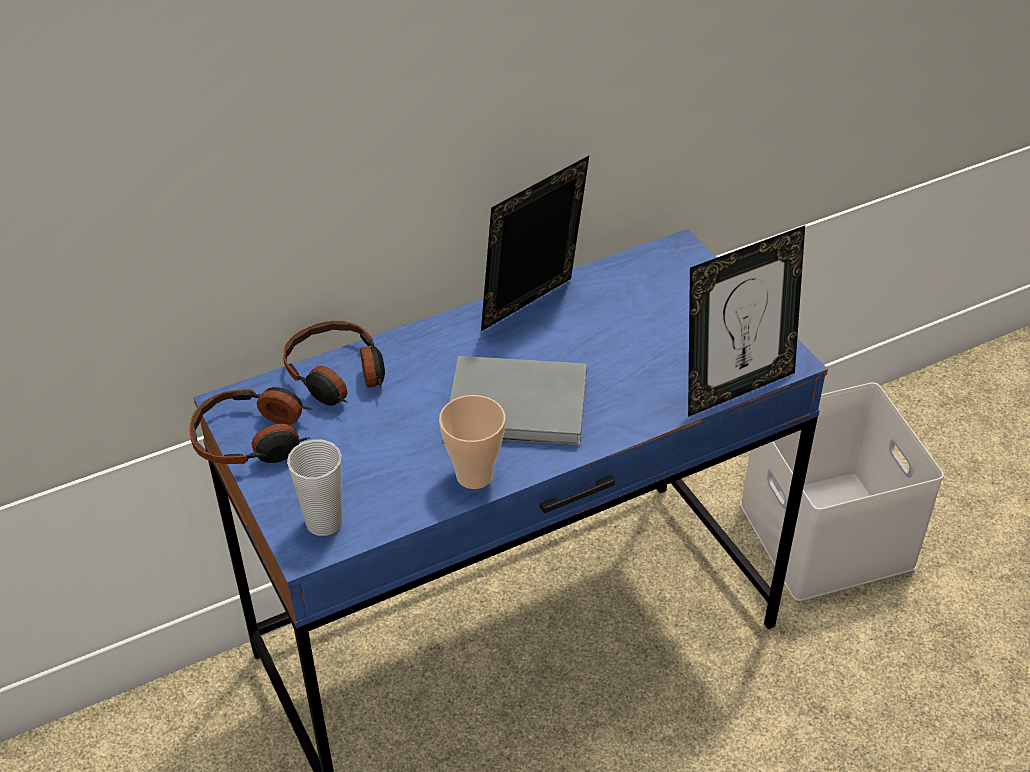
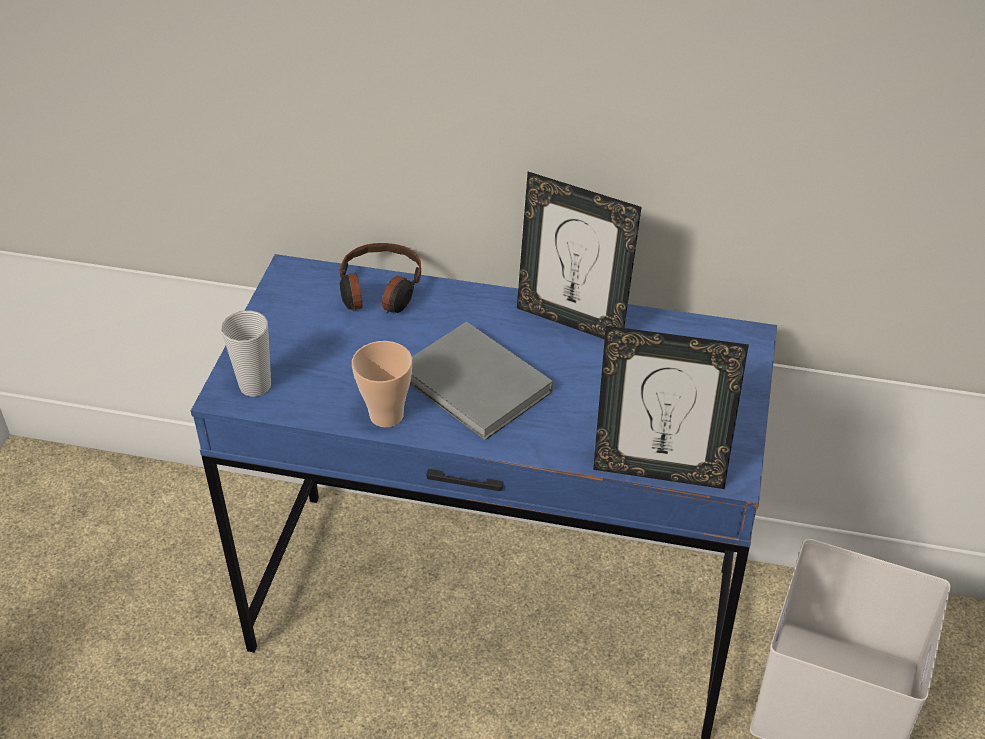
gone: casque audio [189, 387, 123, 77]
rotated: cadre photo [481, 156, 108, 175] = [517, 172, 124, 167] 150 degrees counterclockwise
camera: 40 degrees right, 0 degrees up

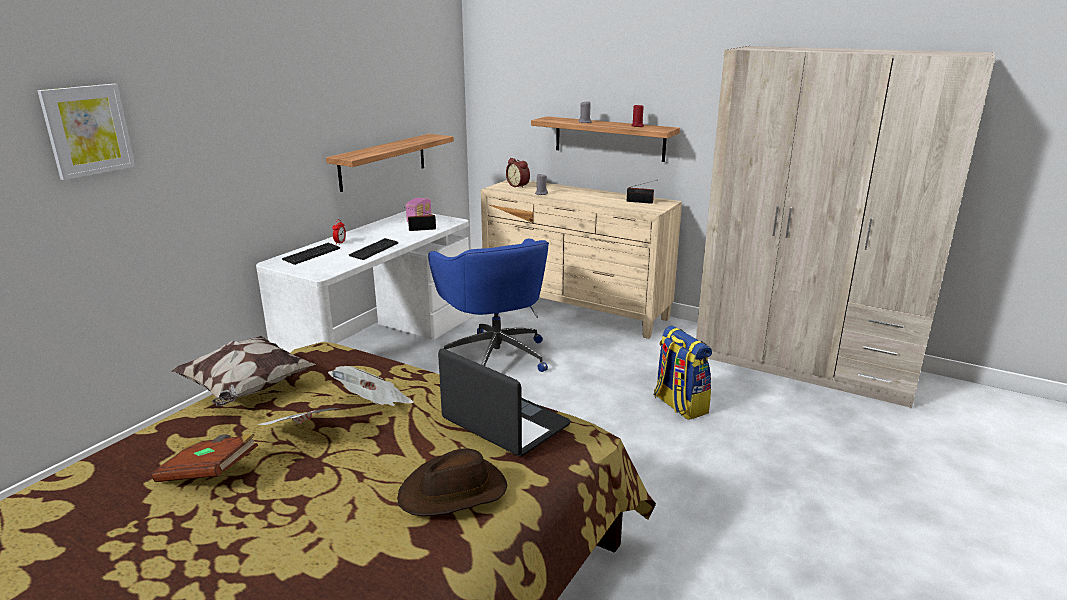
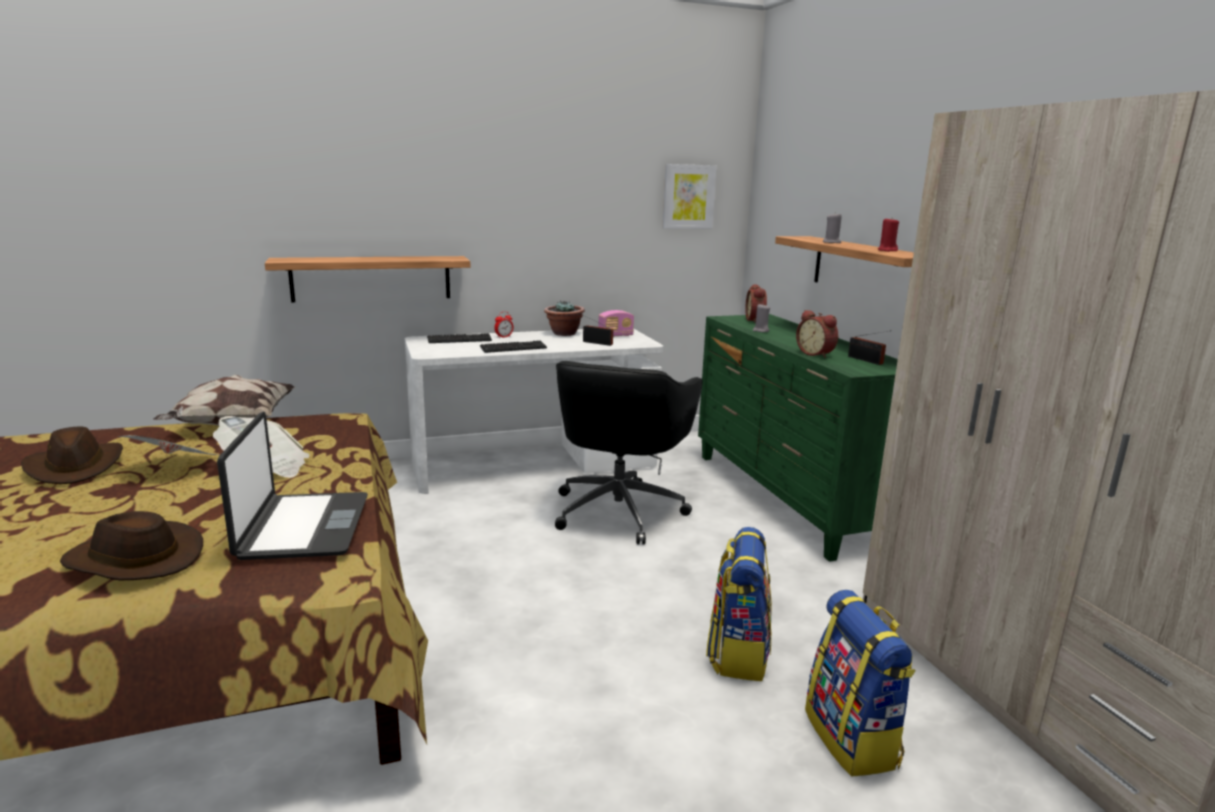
new: plante en pot [544, 301, 41, 35]; réveil [796, 310, 42, 48]; sac à dos [805, 590, 111, 187]
shifted: tableau [37, 84, 98, 96] to [662, 164, 55, 65]; étagère [326, 134, 128, 58] to [265, 256, 205, 46]
swapped: livre (marron) [151, 434, 107, 48] to chapeau (marron) [21, 427, 102, 57]
repainted: chaise de bureau (bleu) [428, 239, 121, 133] to chaise de bureau (noir) [555, 361, 148, 184]; commode (beige) [481, 180, 201, 159] to commode (vert) [698, 314, 200, 248]
camera: 40 degrees right, 5 degrees down

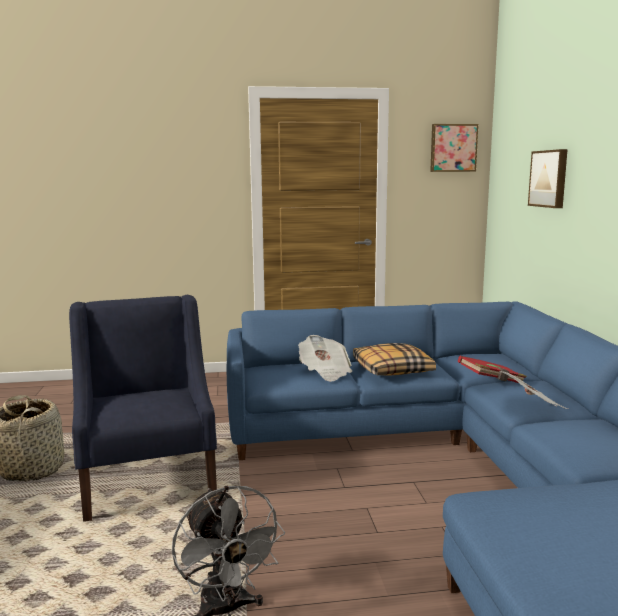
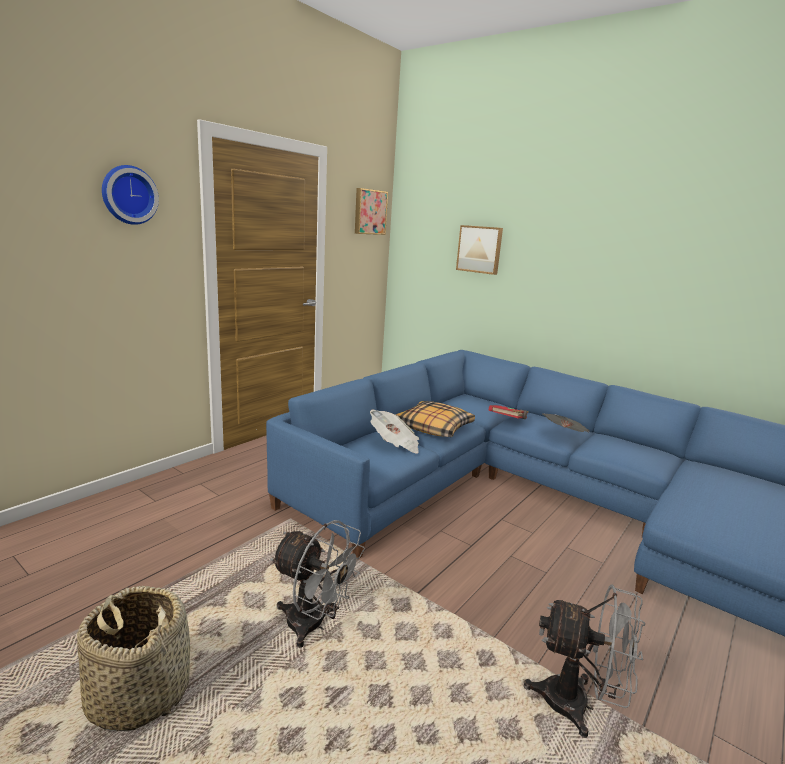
new: horloge murale [102, 165, 57, 60]
swapped: fauteuil (bleu) [69, 295, 148, 227] to ventilateur (gris) [270, 520, 95, 128]
camera: 45 degrees left, 5 degrees up

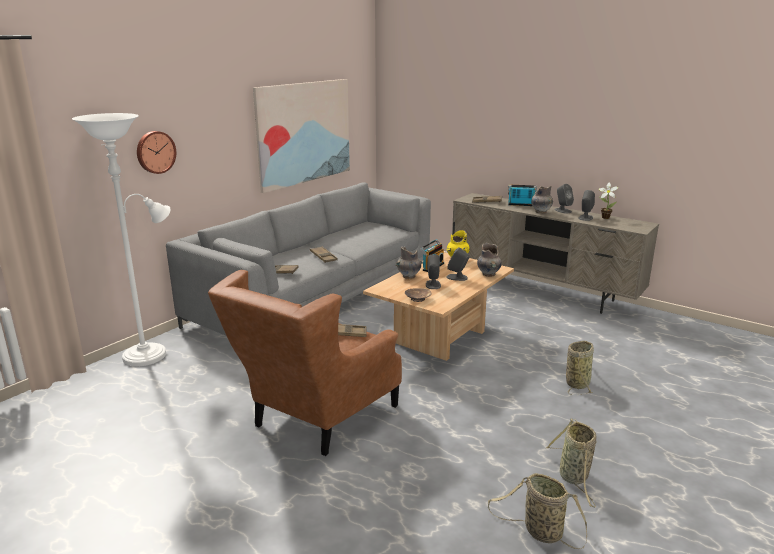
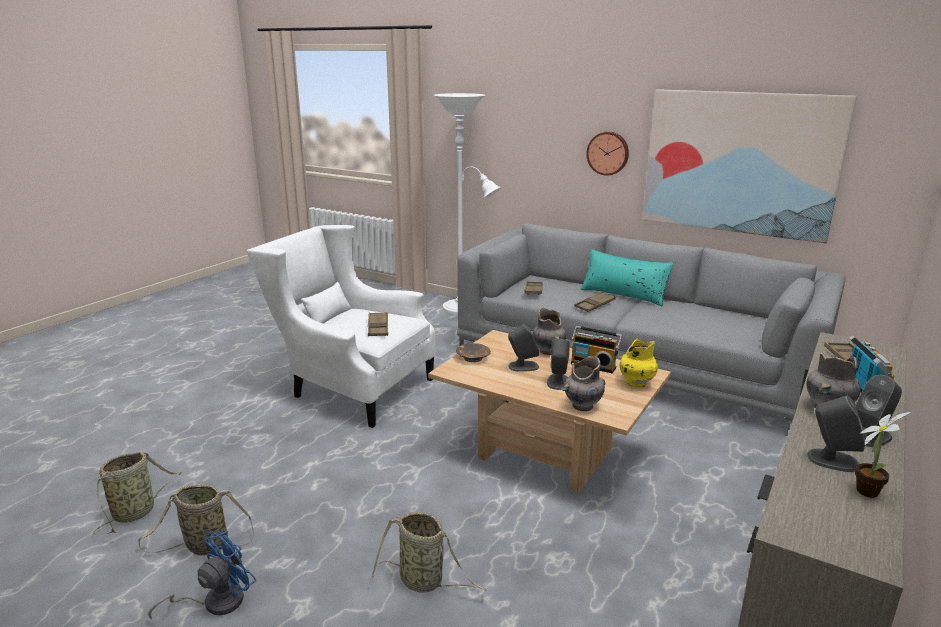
new: ventilateur (bleu) [148, 530, 108, 89]; coussin (turquoise) [580, 249, 94, 57]
shifted: horloge murale [137, 131, 39, 43] to [586, 132, 43, 44]
repainted: fauteuil (marron) [208, 270, 194, 186] to fauteuil (blanc) [247, 225, 189, 203]
camera: 85 degrees right, 0 degrees up

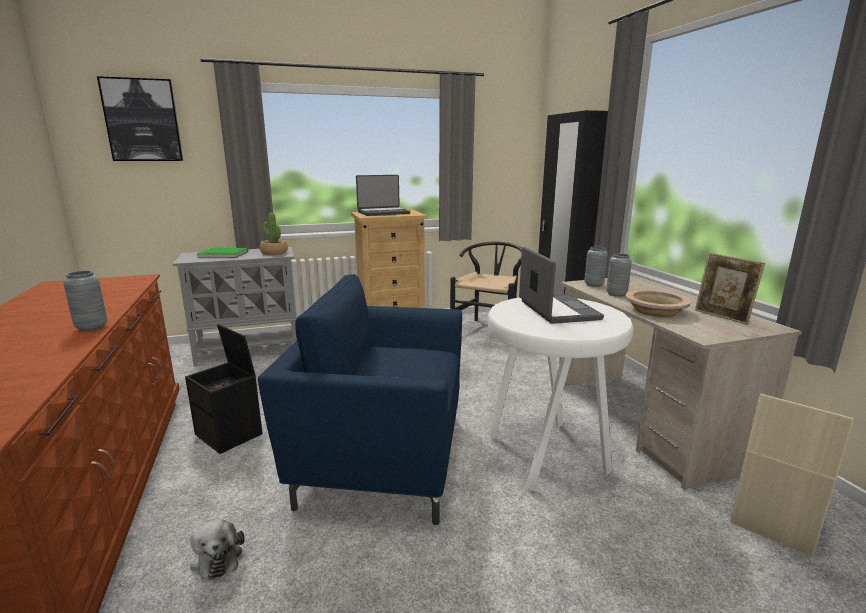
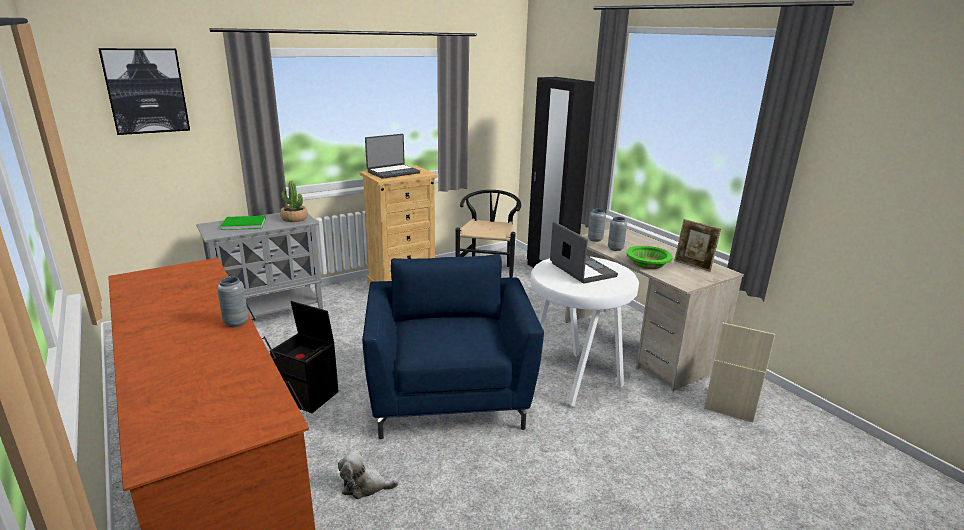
repainted: bol (beige) [626, 290, 65, 27] to bol (vert) [626, 246, 47, 23]
rotated: peluche [190, 519, 55, 61] = [338, 450, 61, 49] 135 degrees clockwise; fauteuil (bleu) [258, 274, 204, 251] = [362, 254, 182, 185] 90 degrees clockwise
camera: 15 degrees left, 5 degrees up

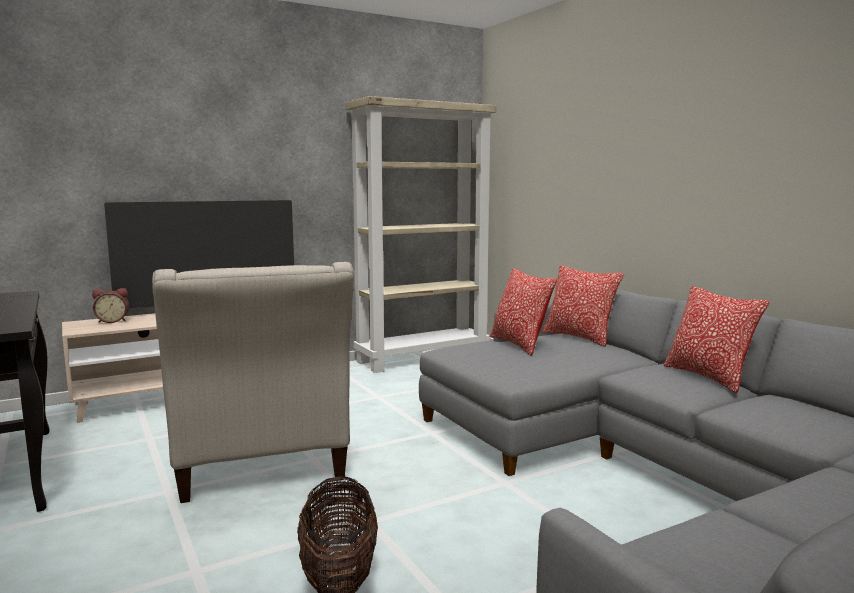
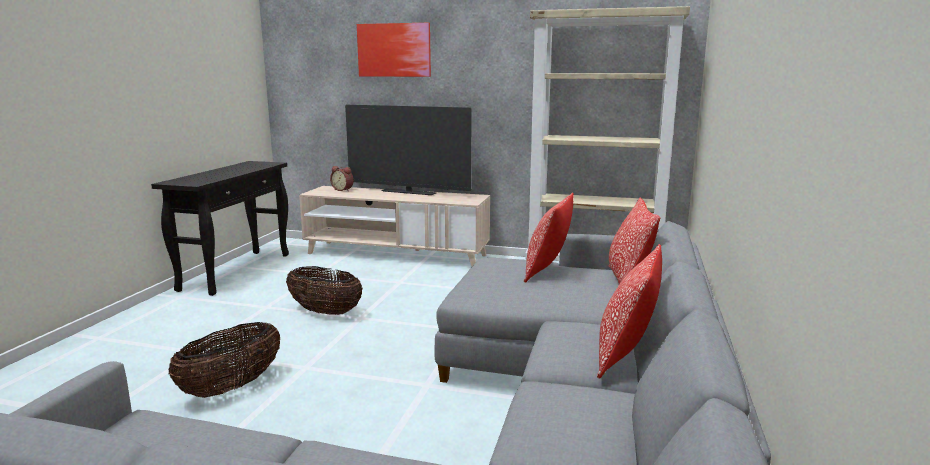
new: tableau [357, 23, 74, 54]
swapped: fauteuil (beige) [152, 262, 202, 241] to panier [286, 266, 77, 49]
camera: 45 degrees right, 5 degrees up

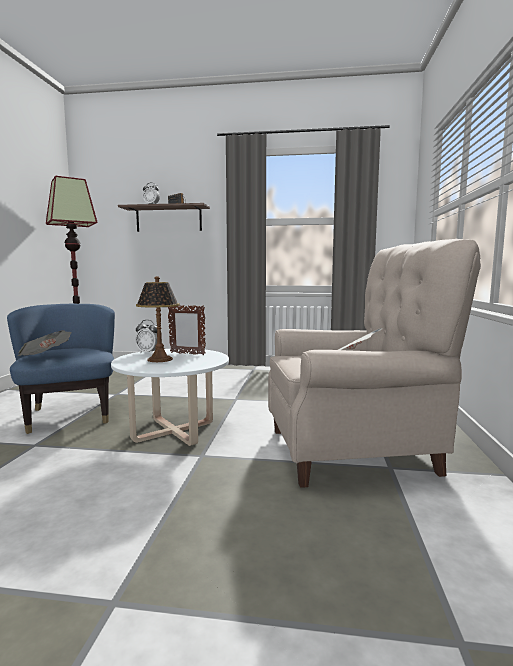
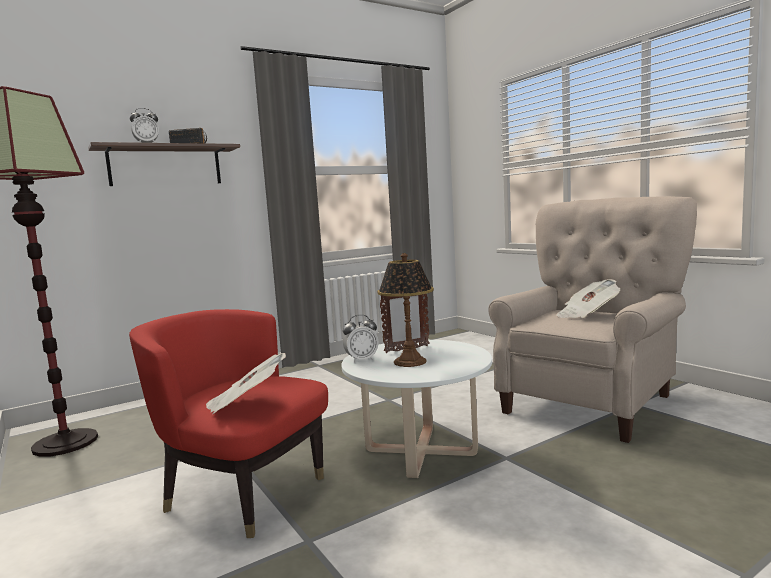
repainted: fauteuil (bleu) [7, 304, 108, 130] to fauteuil (rouge) [129, 309, 199, 229]
camera: 40 degrees left, 0 degrees up

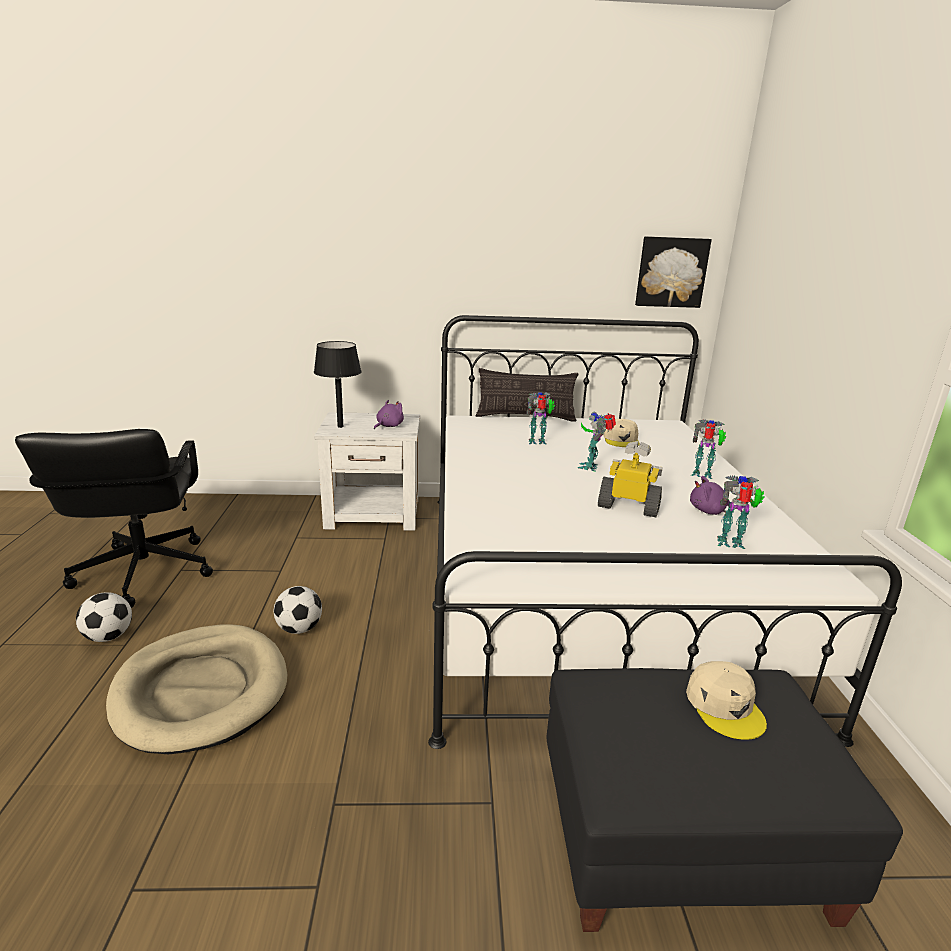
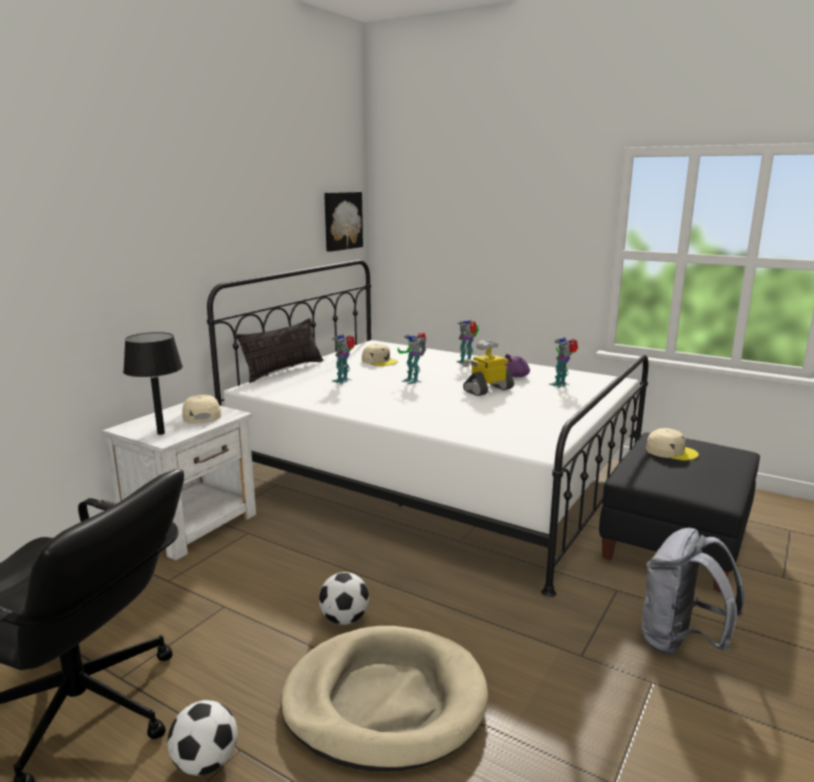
new: sac à dos (gris) [642, 528, 103, 127]
swapped: peluche (violet) [374, 400, 30, 30] to casquette (beige) [182, 395, 39, 29]
camera: 55 degrees left, 5 degrees down

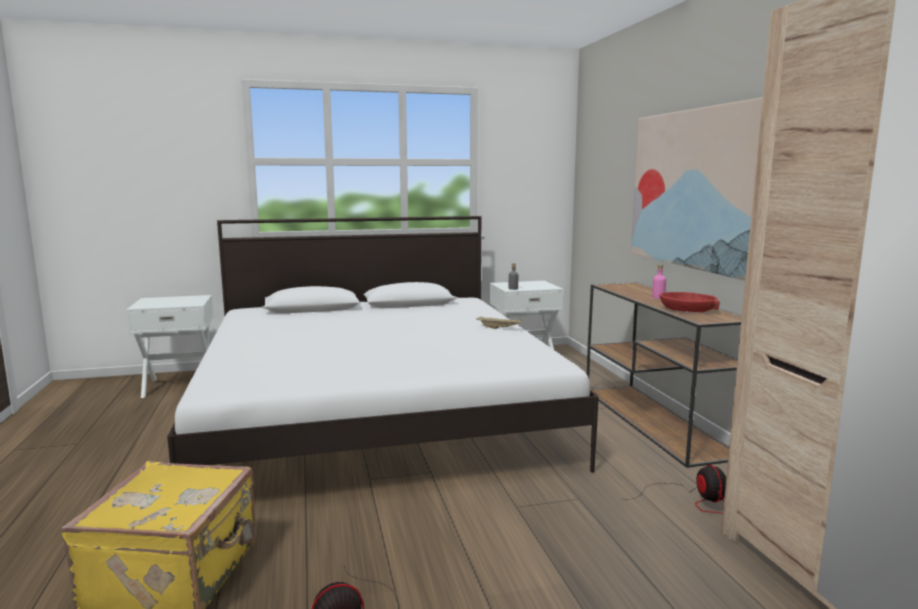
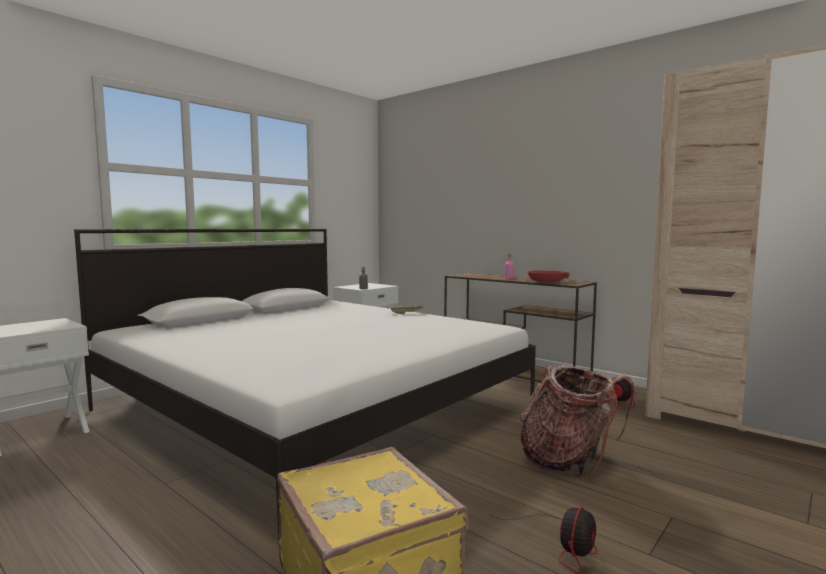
gone: tableau [631, 97, 132, 183]
new: sac à dos [519, 364, 117, 114]
camera: 35 degrees left, 5 degrees down

